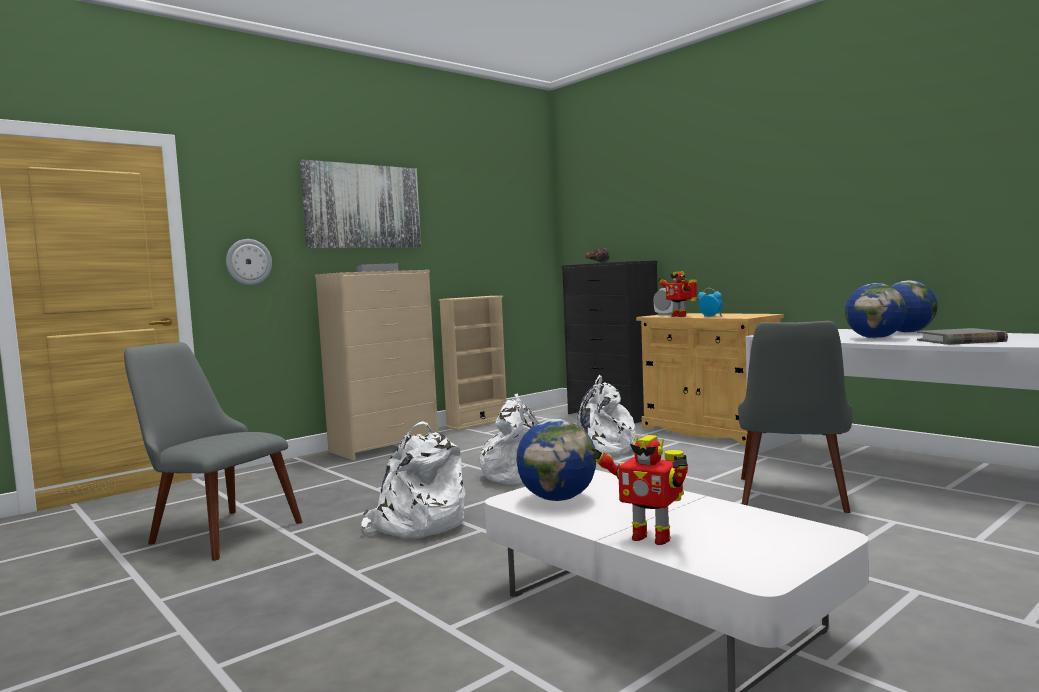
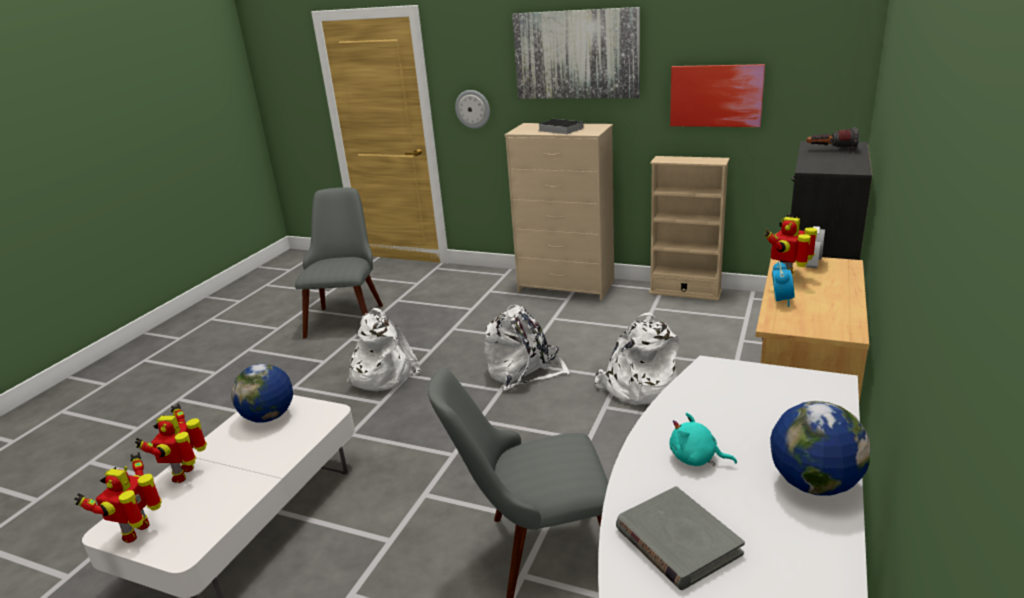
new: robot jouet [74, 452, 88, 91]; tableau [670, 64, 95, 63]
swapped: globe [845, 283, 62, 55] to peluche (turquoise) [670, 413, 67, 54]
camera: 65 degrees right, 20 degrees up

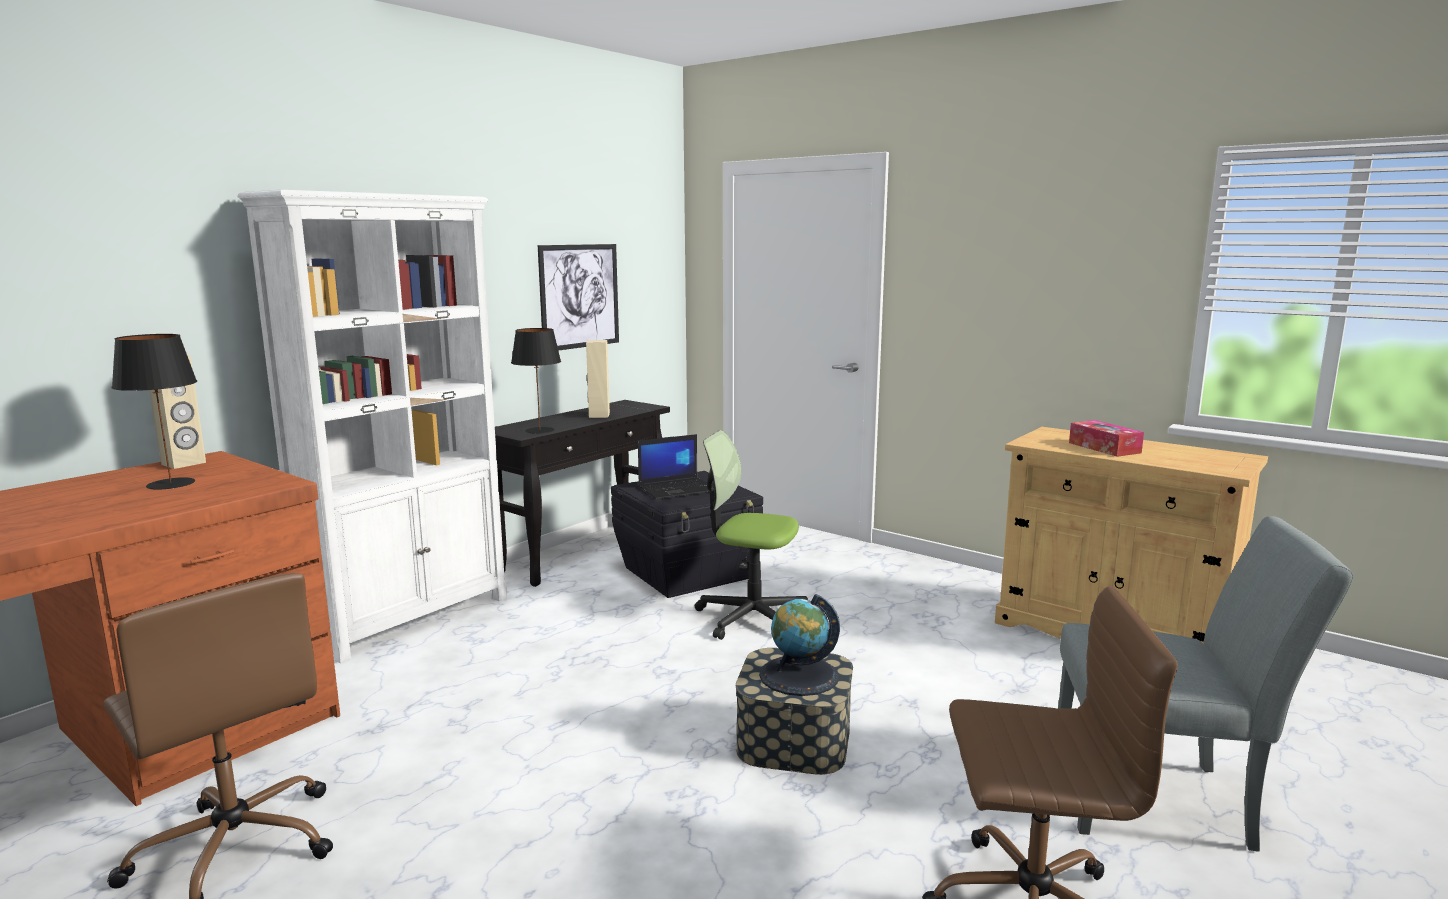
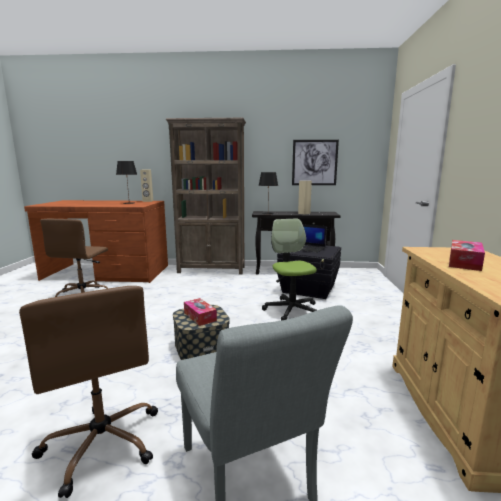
swapped: globe [759, 594, 81, 102] to boîte à mouchoirs [184, 298, 33, 28]
repainted: bibliothèque (blanc) [237, 190, 270, 474] to bibliothèque (marron) [166, 118, 80, 156]
camera: 55 degrees right, 0 degrees up

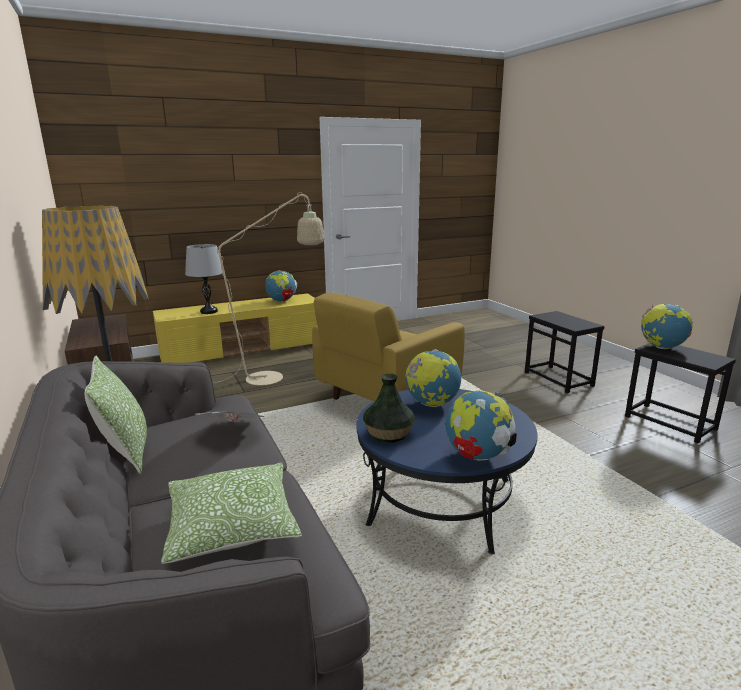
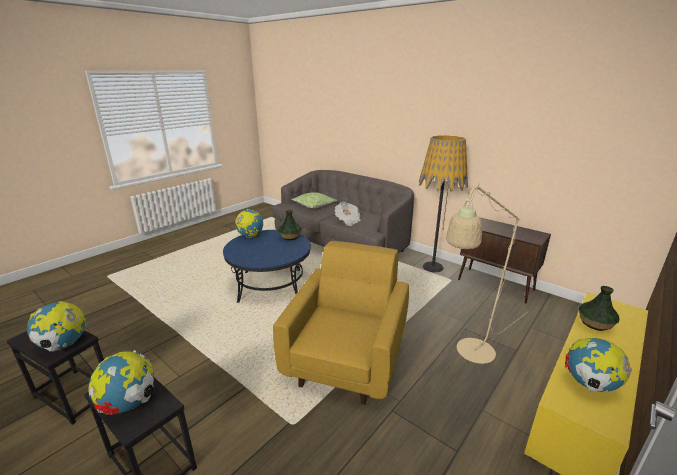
gone: coussin [85, 355, 62, 119]
shifted: globe [405, 349, 56, 58] to [89, 350, 65, 65]
swapped: lampe de table (gris) [185, 244, 38, 70] to vase [579, 286, 41, 45]
camera: 155 degrees right, 5 degrees up

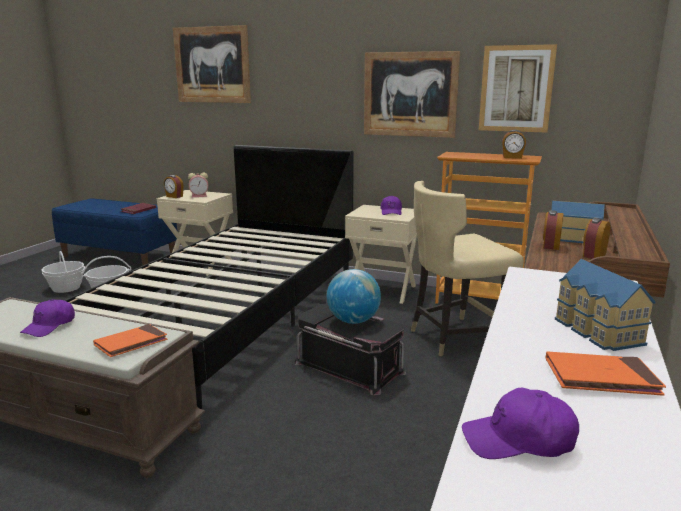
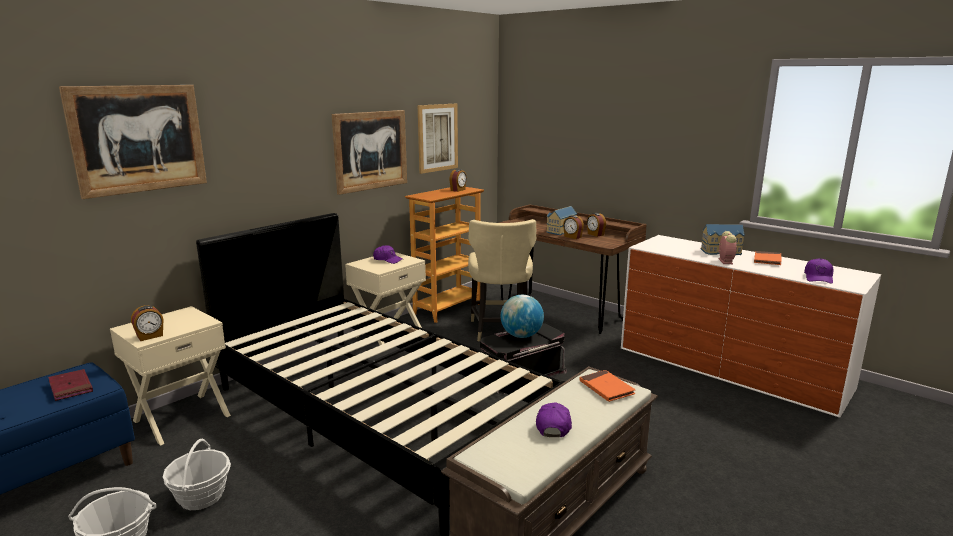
shifted: réveil [188, 173, 20, 24] to [718, 231, 19, 33]
rotated: casquette (violet) [20, 299, 55, 38] = [536, 402, 36, 35] 120 degrees counterclockwise
camera: 70 degrees left, 0 degrees up

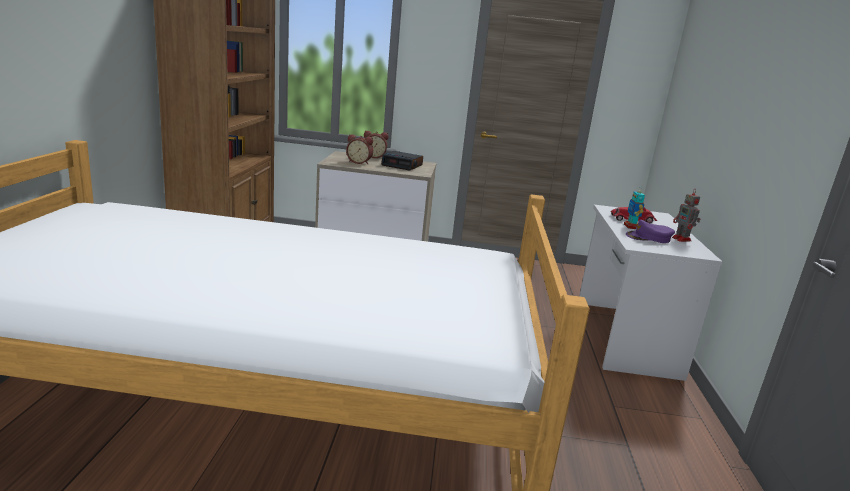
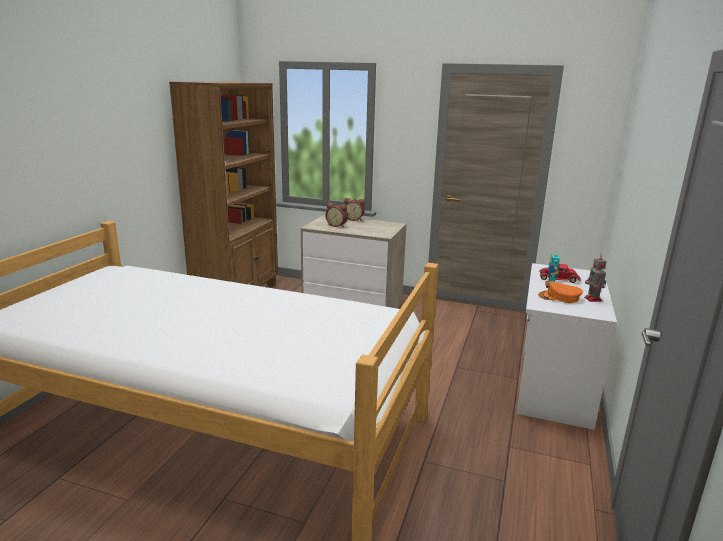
gone: réveil [381, 151, 42, 20]
repainted: casquette (violet) [626, 220, 49, 23] to casquette (orange) [538, 281, 45, 22]
camera: 15 degrees right, 0 degrees up

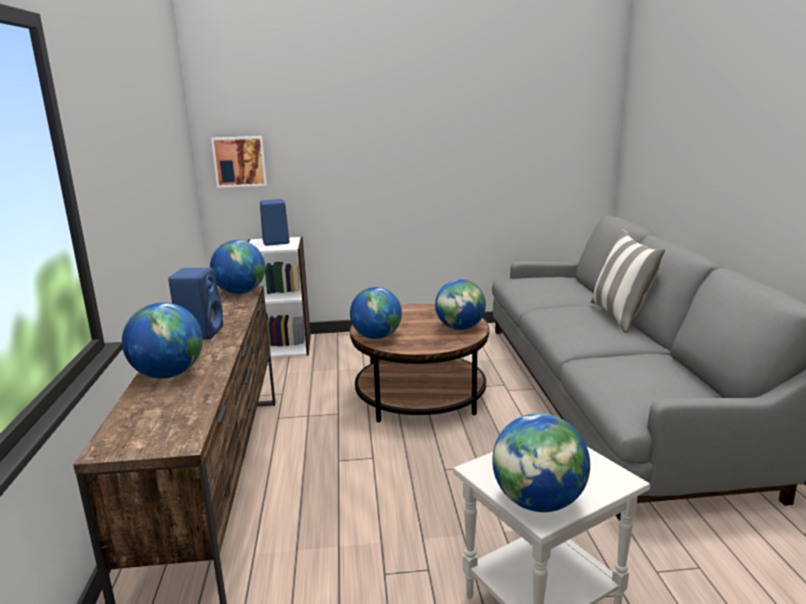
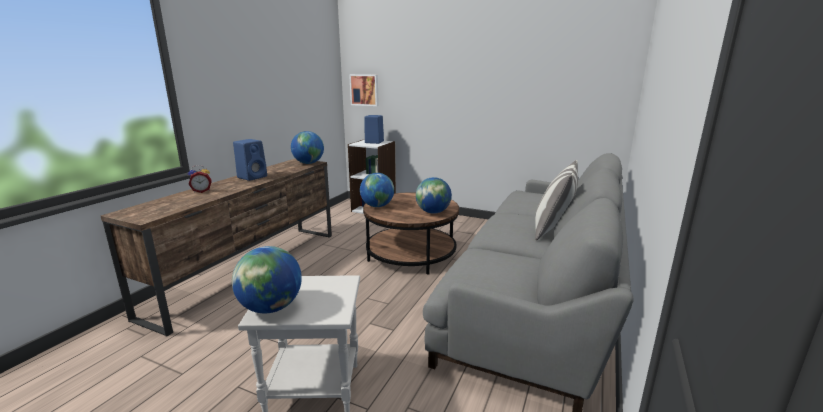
swapped: globe [122, 302, 81, 76] to réveil [188, 165, 24, 28]
camera: 30 degrees right, 0 degrees up

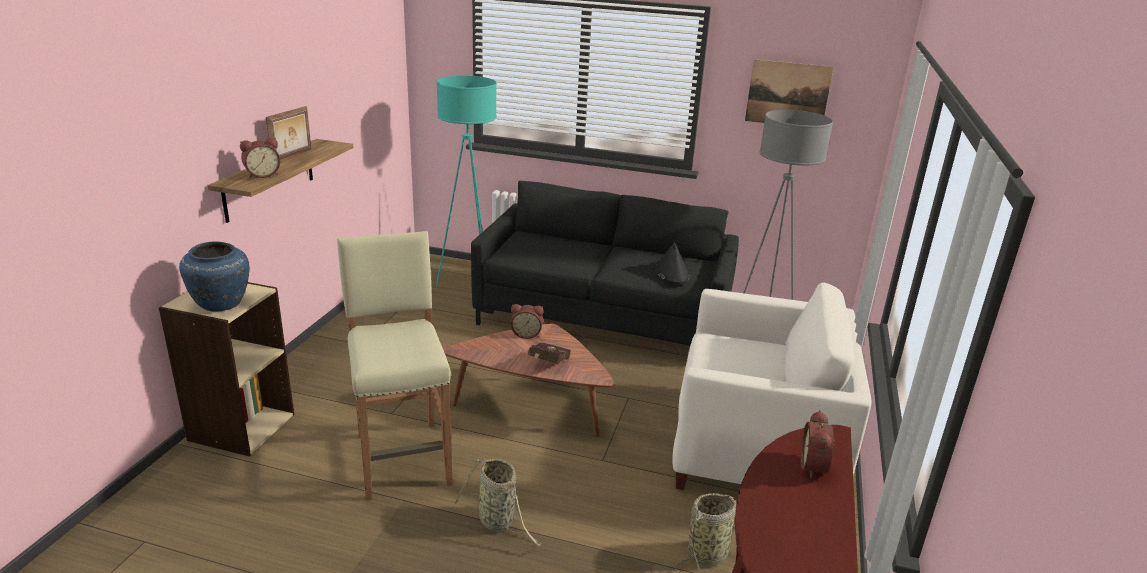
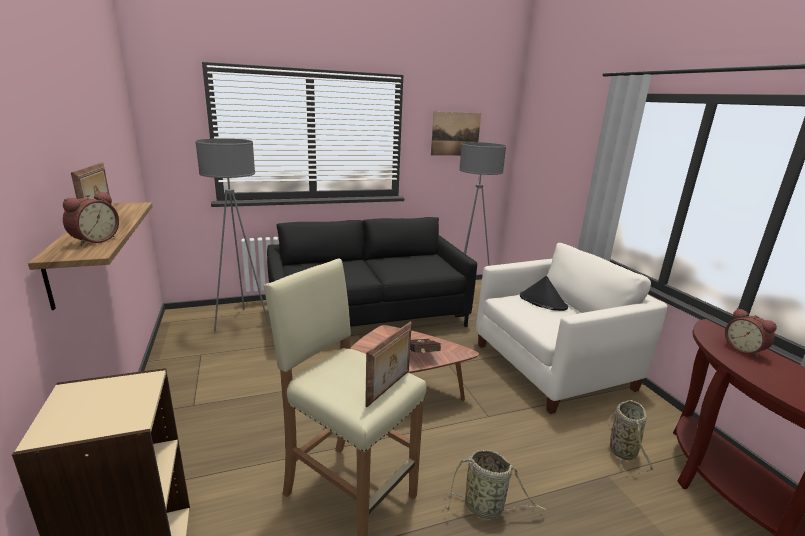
gone: vase (bleu) [179, 242, 71, 70]; réveil [511, 304, 33, 35]
new: cadre photo [365, 321, 47, 87]
shifted: chapeau (noir) [655, 242, 36, 42] to [520, 276, 48, 35]
repainted: lampadaire (turquoise) [436, 76, 61, 211] to lampadaire (gris) [195, 138, 74, 194]
camera: 35 degrees left, 5 degrees down

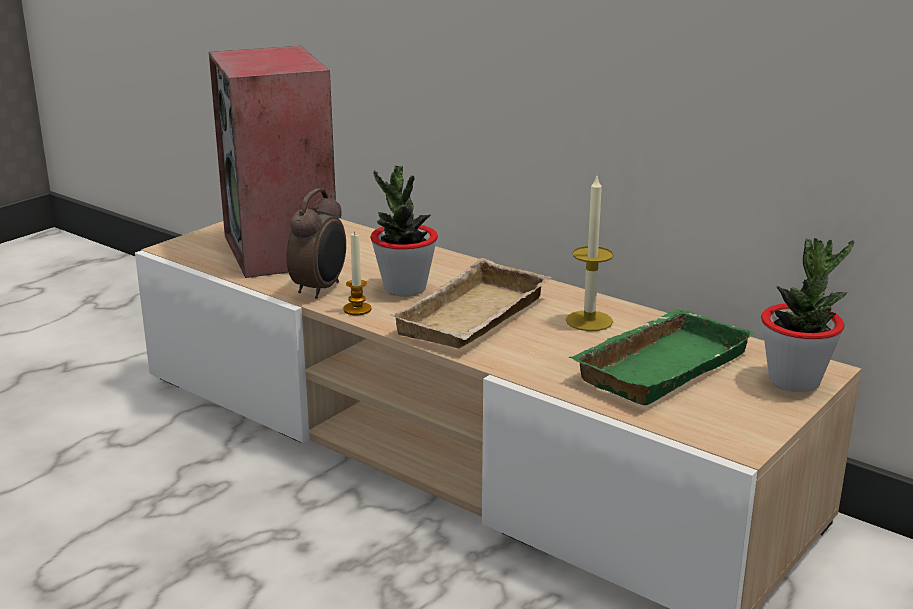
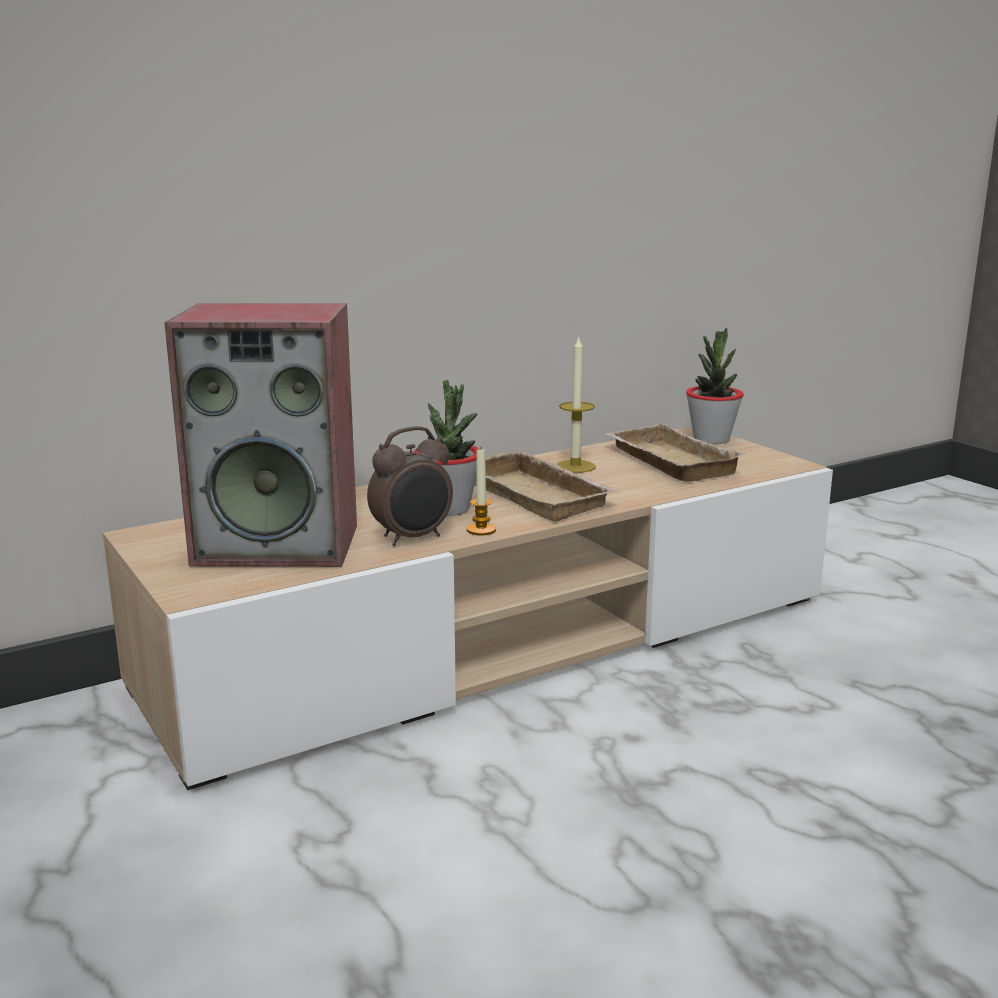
repainted: plateau (vert) [568, 309, 187, 96] to plateau (beige) [605, 423, 141, 59]
rotated: réveil [286, 188, 60, 111] = [367, 426, 86, 120] 105 degrees clockwise
camera: 70 degrees left, 5 degrees down

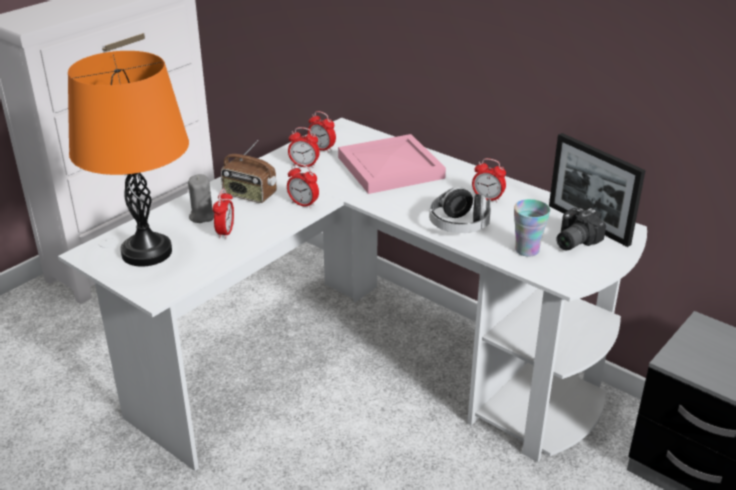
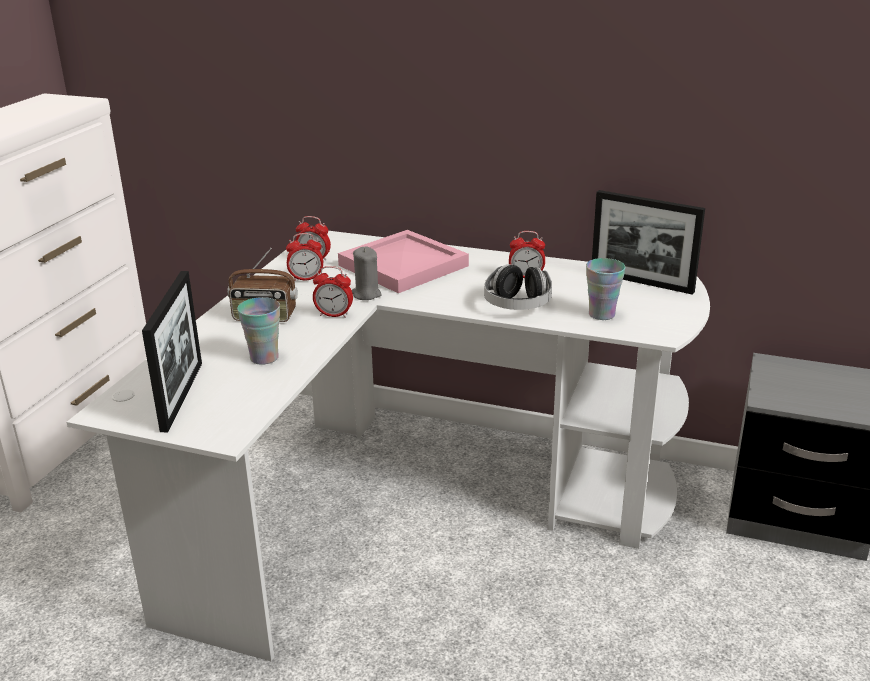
gone: appareil photo [556, 208, 50, 42]
shifted: bougie (gris) [188, 174, 26, 49] to [352, 247, 30, 53]
swapped: lampe de table (orange) [68, 51, 121, 216] to cadre photo [142, 271, 60, 161]; réveil [213, 188, 21, 51] to tasse [237, 297, 43, 68]
camera: 20 degrees left, 5 degrees down

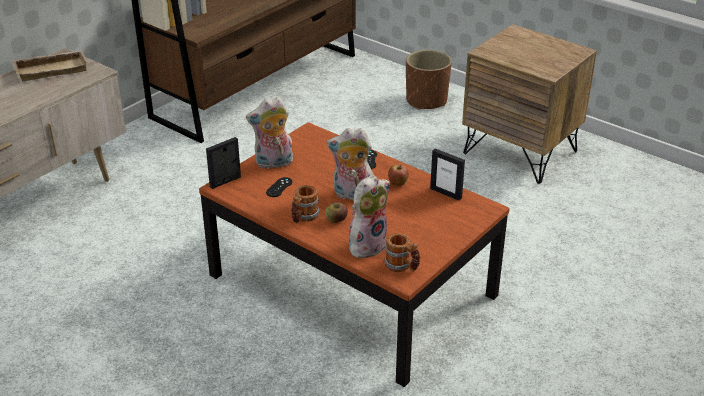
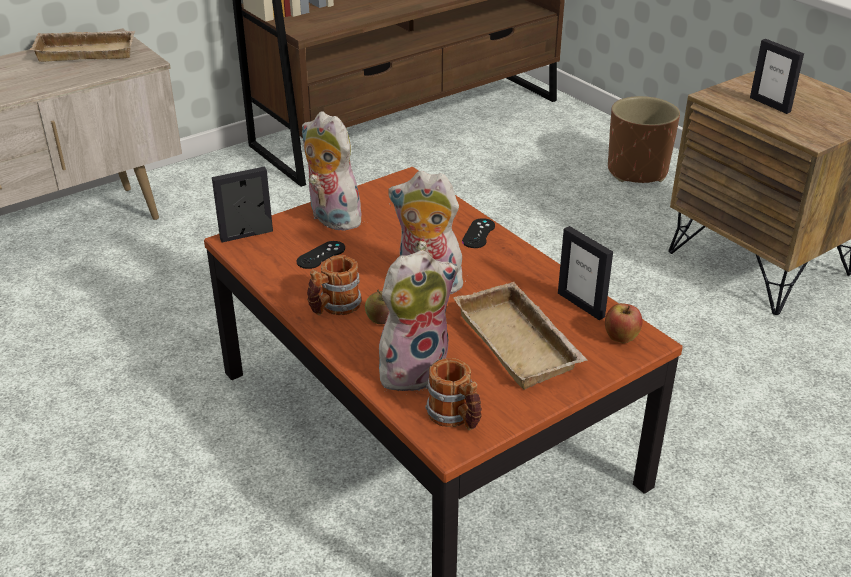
new: plateau (beige) [453, 282, 135, 107]; cadre photo [750, 39, 54, 75]
shifted: pomme [388, 164, 21, 22] to [605, 303, 37, 40]
rotated: peluche [246, 97, 47, 72] = [302, 111, 66, 120] 45 degrees clockwise
camera: 15 degrees right, 0 degrees up

